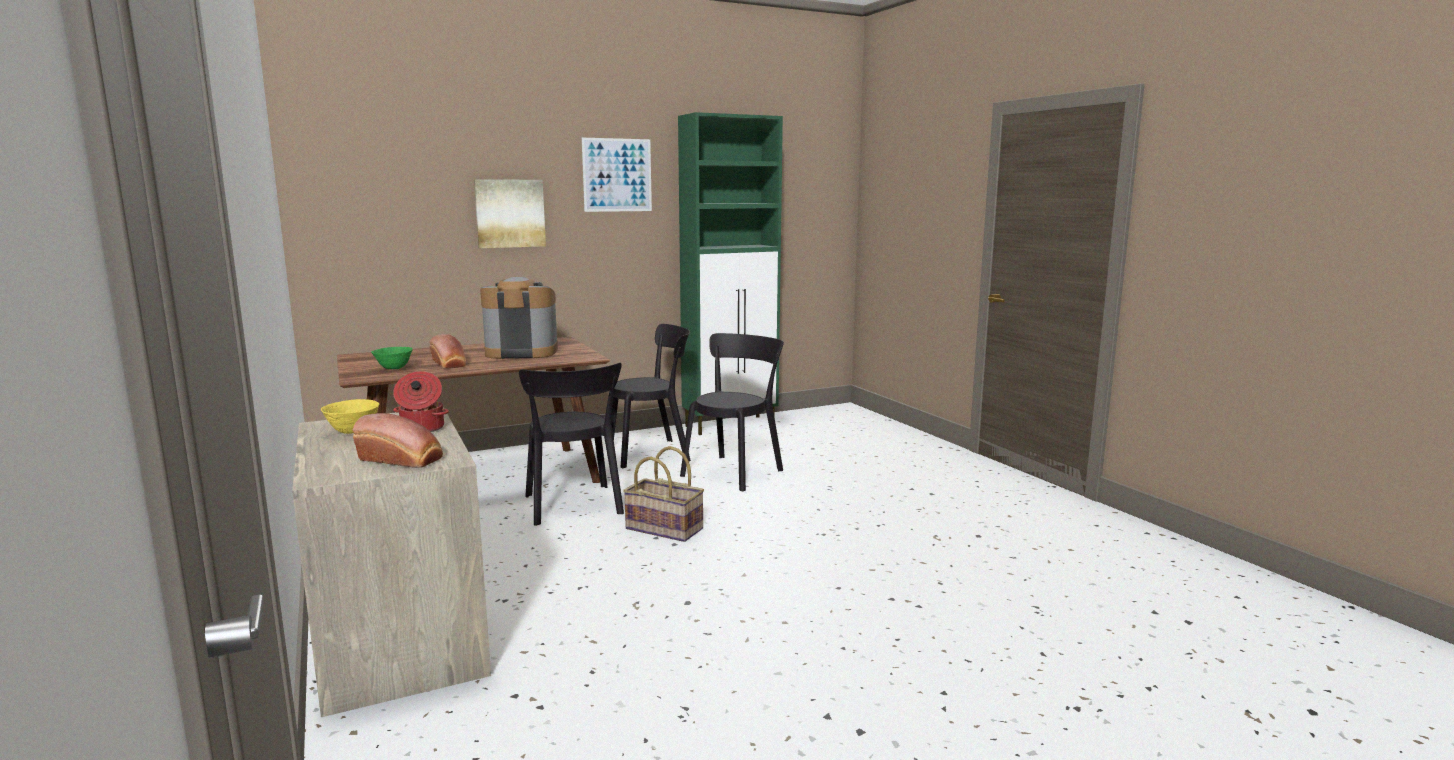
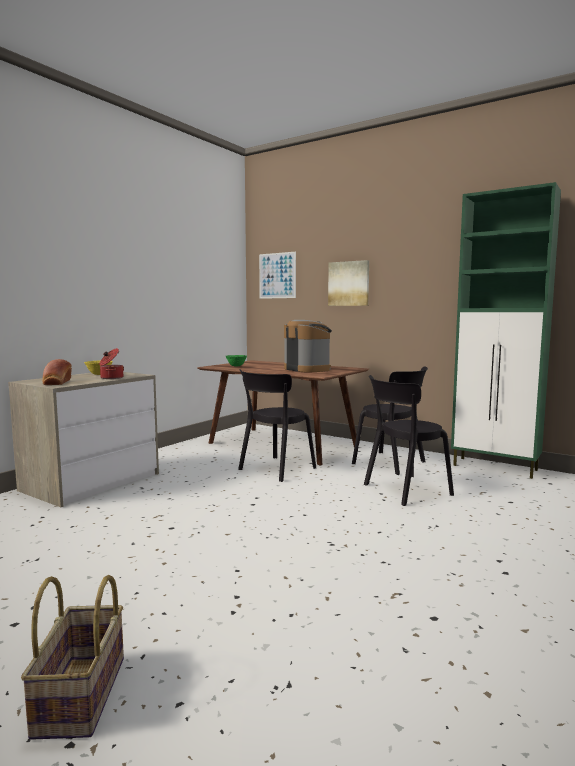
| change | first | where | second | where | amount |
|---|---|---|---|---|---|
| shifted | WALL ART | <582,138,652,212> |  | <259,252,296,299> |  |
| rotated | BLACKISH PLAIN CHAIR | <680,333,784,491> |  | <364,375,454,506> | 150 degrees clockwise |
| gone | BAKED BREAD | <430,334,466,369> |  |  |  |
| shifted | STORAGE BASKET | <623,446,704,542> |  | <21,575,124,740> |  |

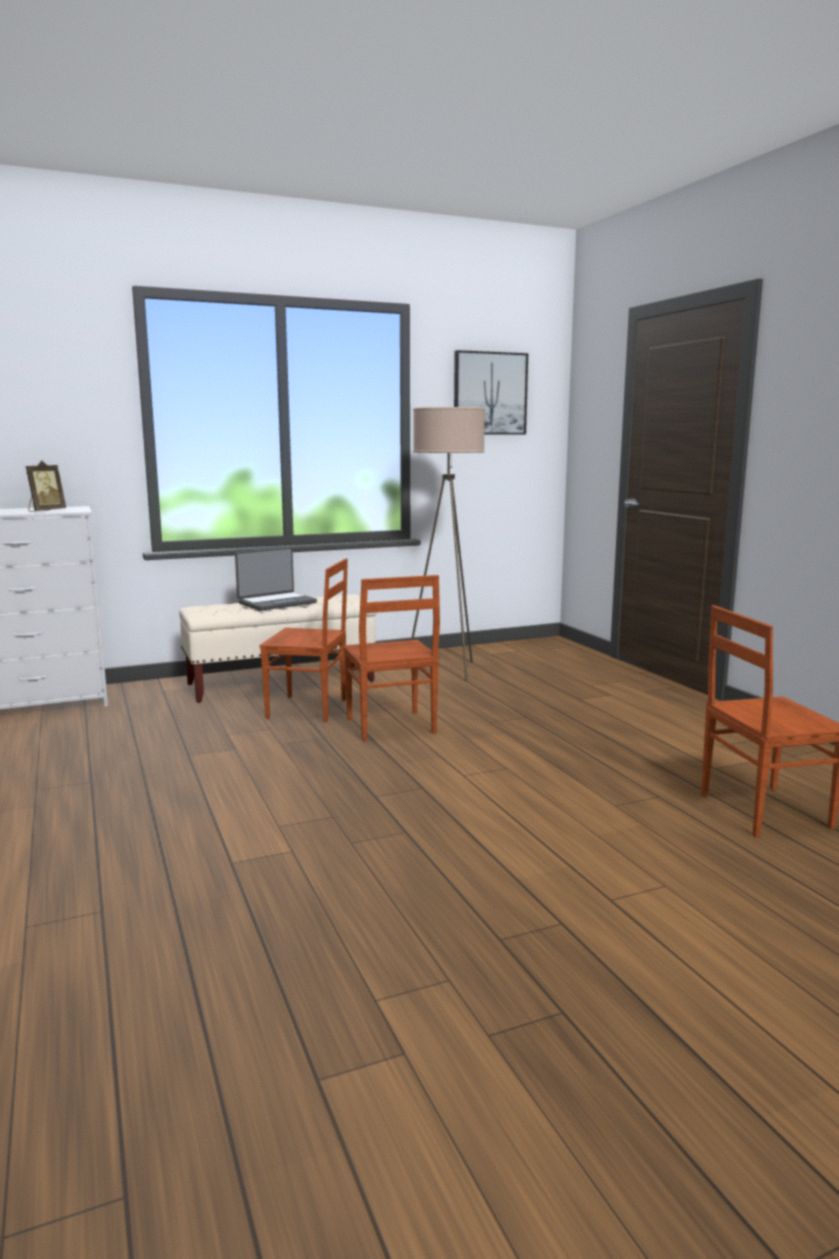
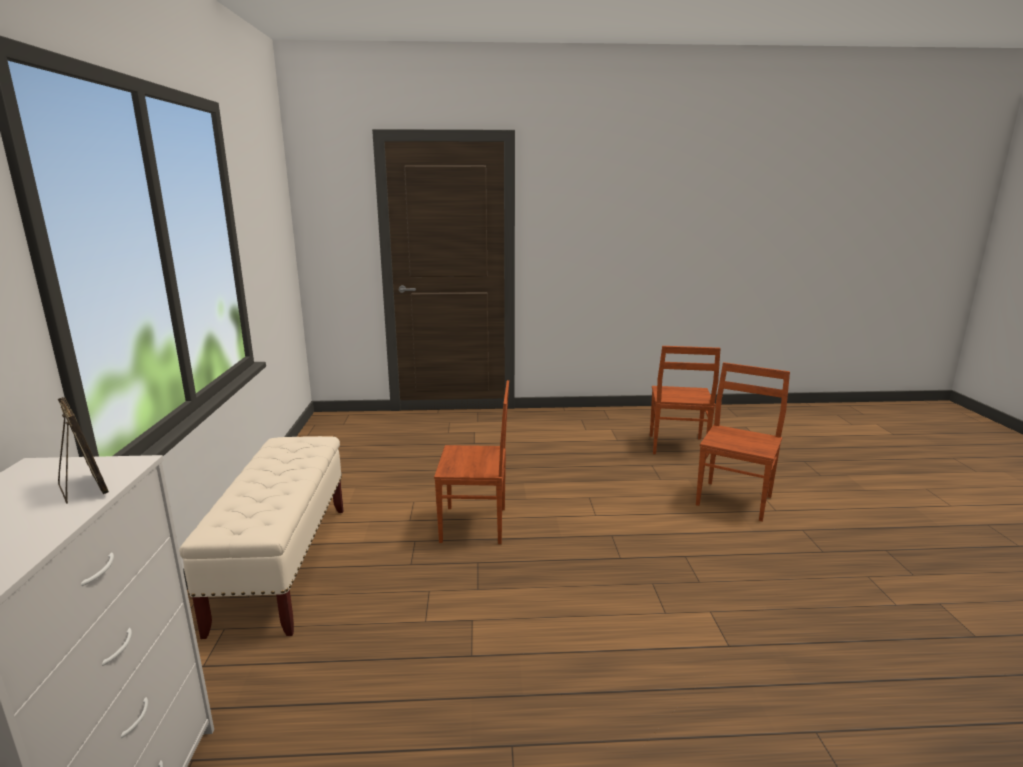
| change | first | where | second | where | amount |
|---|---|---|---|---|---|
| gone | WALL ART | <454,350,528,434> |  |  |  |
| gone | BEIGE-COLOURED STANDING LAMP | <411,407,485,681> |  |  |  |
| gone | PORTABLE COMPUTER | <235,547,317,611> |  |  |  |
| shifted | BROWNISH PLAIN CHAIR | <260,558,348,722> |  | <696,362,790,522> |  |

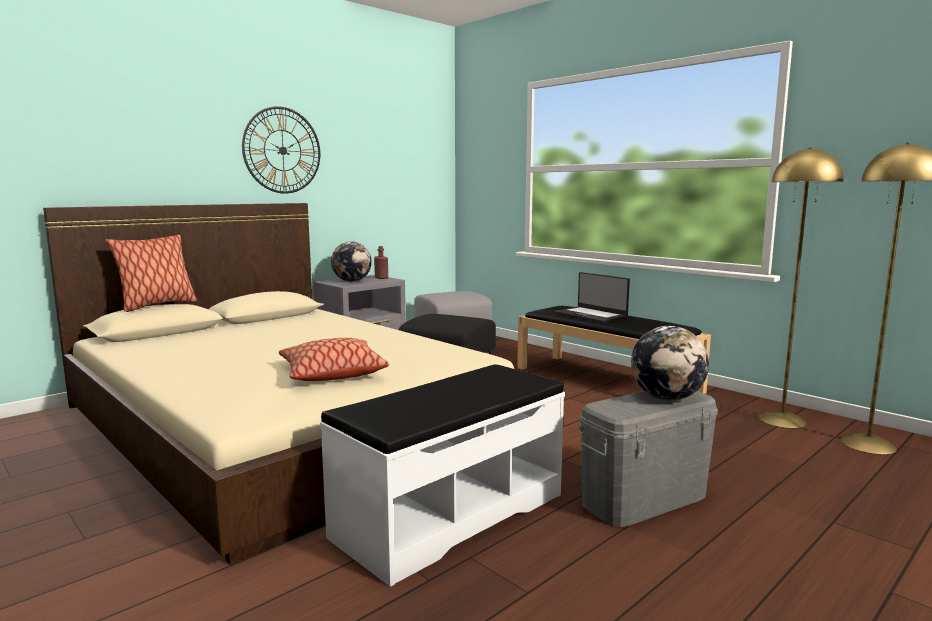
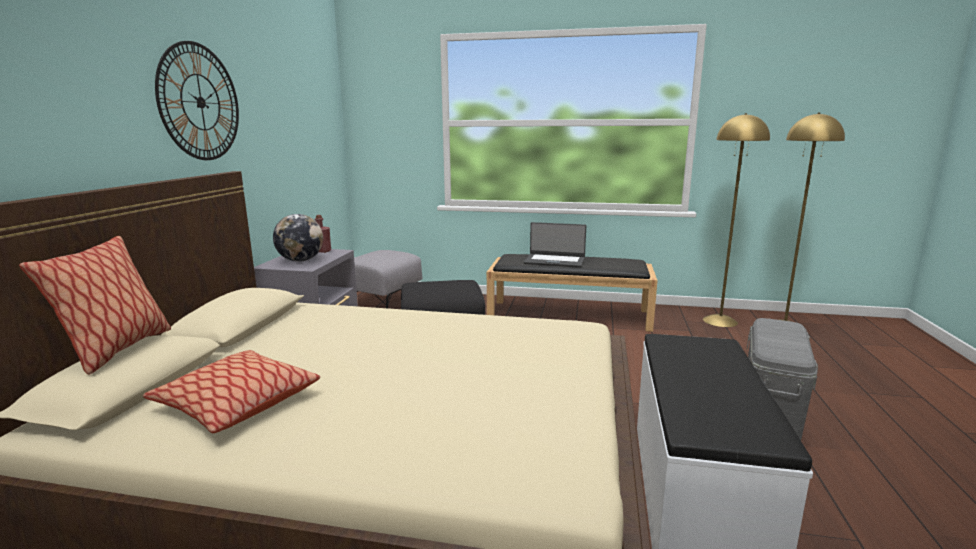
| change | first | where | second | where | amount |
|---|---|---|---|---|---|
| gone | GLOBE | <631,326,709,400> |  |  |  |
| shifted | PILLOW | <279,338,389,381> |  | <143,350,320,433> |  |

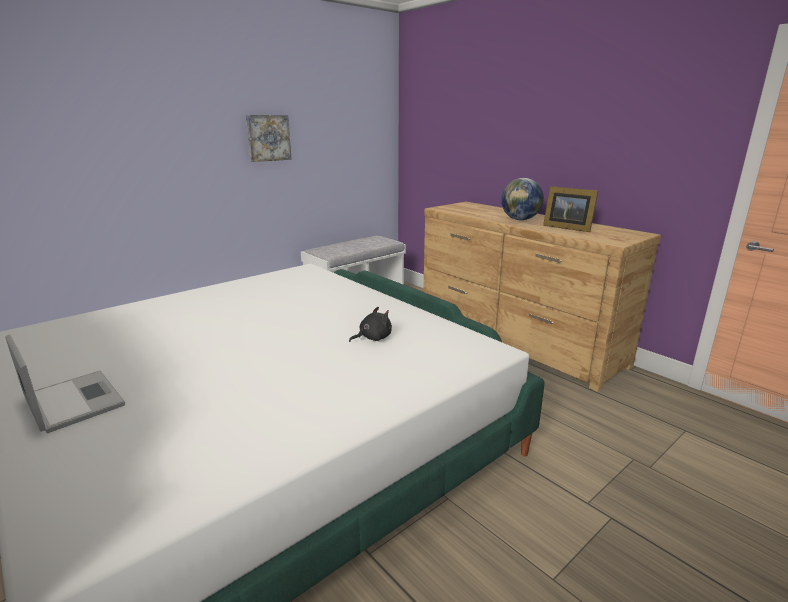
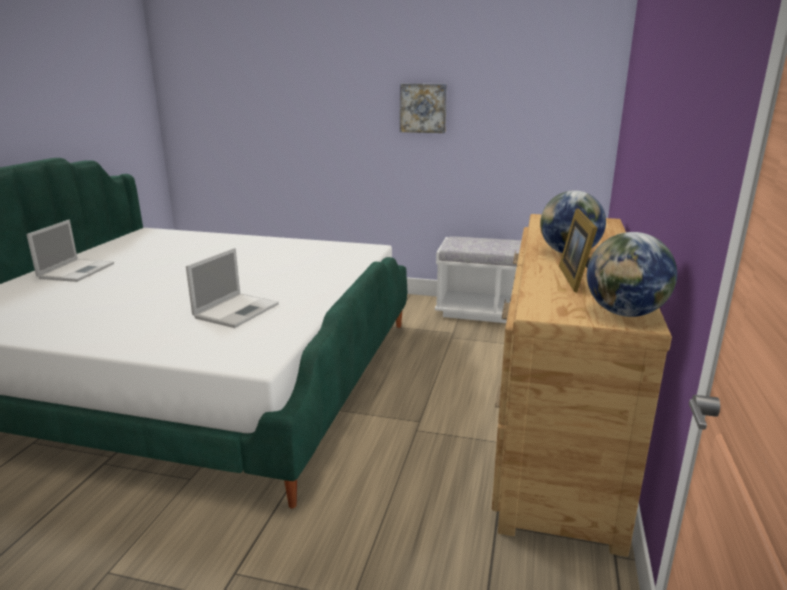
| change | first | where | second | where | amount |
|---|---|---|---|---|---|
| swapped | BLACKISH SOFT TOY | <349,307,392,342> | PORTABLE COMPUTER | <186,248,279,328> |  |
| new |  |  | GLOBE | <587,232,677,317> |  |

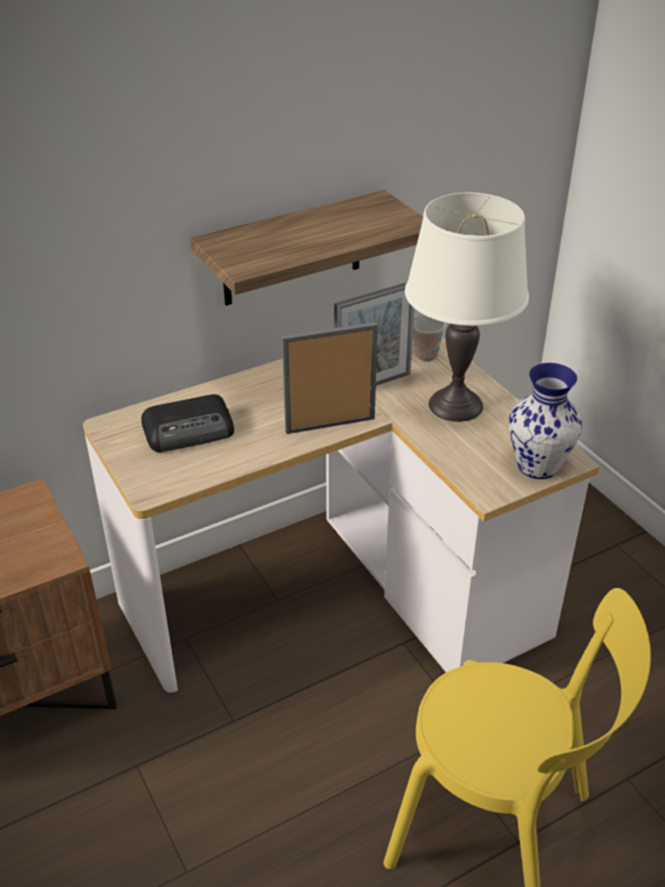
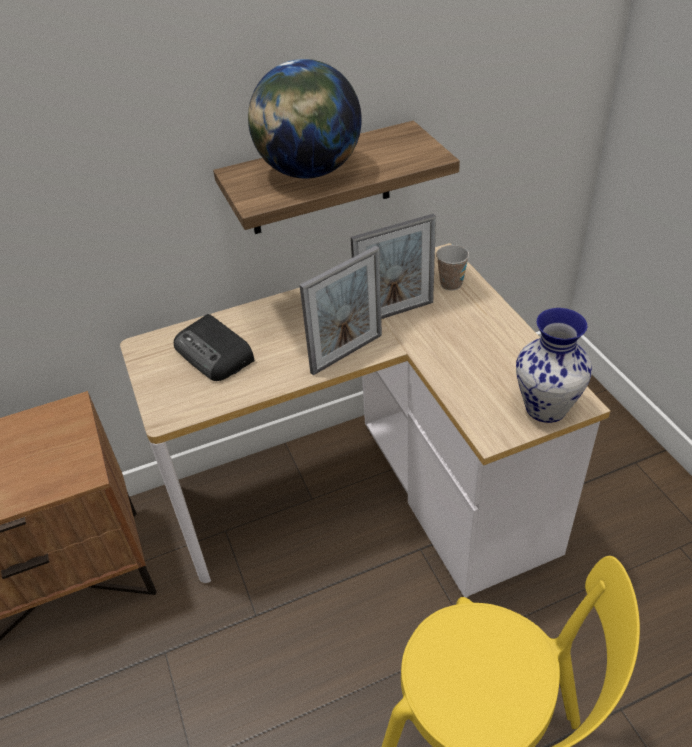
| change | first | where | second | where | amount |
|---|---|---|---|---|---|
| gone | WHITE TABLE LAMP | <405,193,529,422> |  |  |  |
| rotated | PICTURE FRAME | <282,322,378,434> |  | <300,246,382,375> | 150 degrees clockwise |
| rotated | RADIO RECEIVER | <141,394,234,452> |  | <174,314,255,381> | 60 degrees clockwise |
| new |  |  | GLOBE | <248,59,362,179> |  |

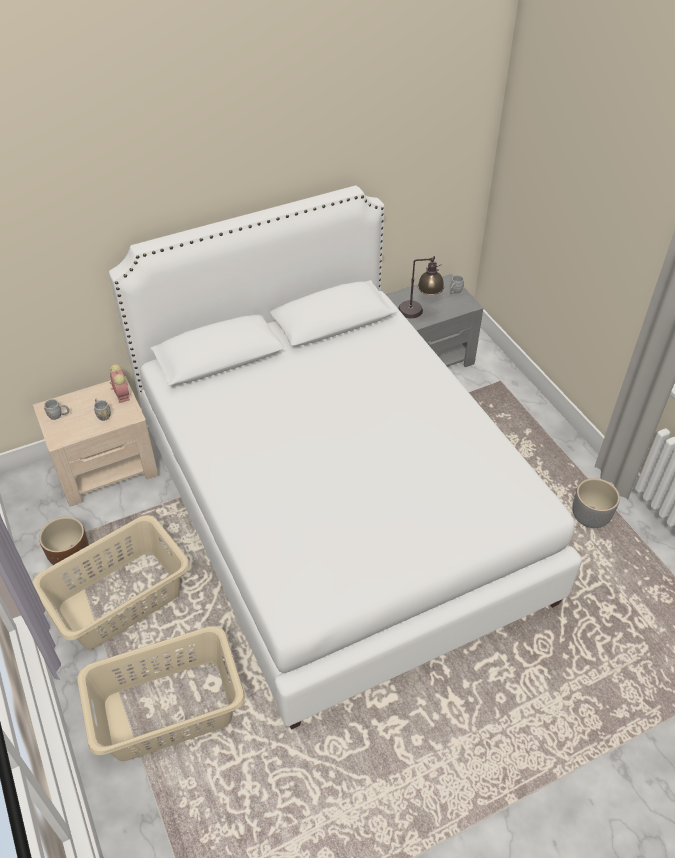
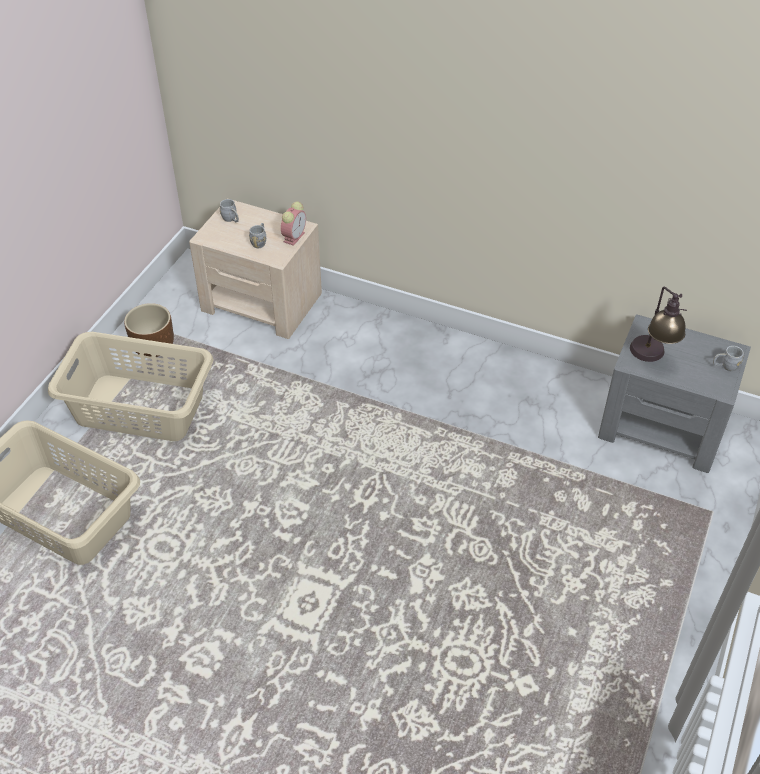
| change | first | where | second | where | amount |
|---|---|---|---|---|---|
| gone | WHITE SLEEPING BED | <109,185,582,730> |  |  |  |
| gone | GRAY PLANT POT | <572,478,620,528> |  |  |  |

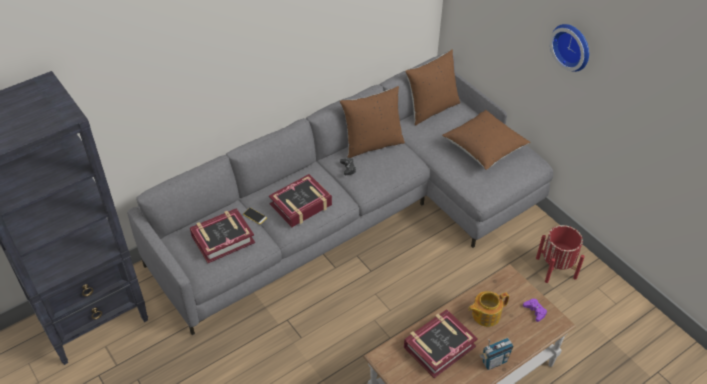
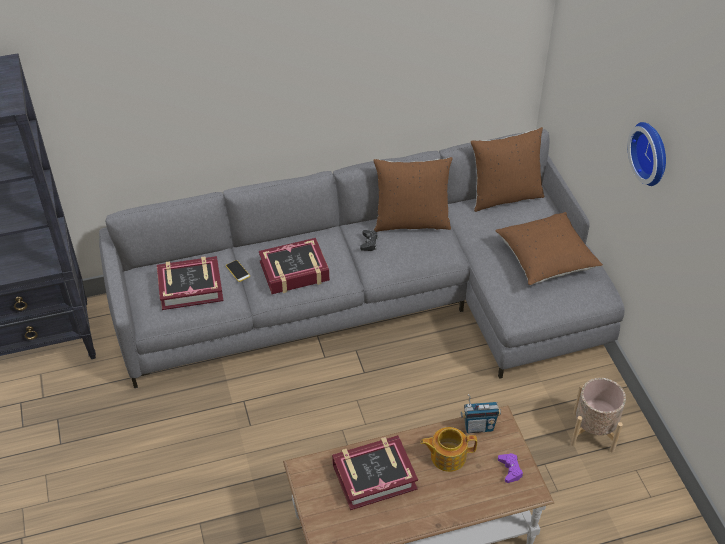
| change | first | where | second | where | amount |
|---|---|---|---|---|---|
| repainted | REDDISH PLANT POT | <536,225,585,283> | BEIGE-COLOURED PLANT POT | <571,378,626,453> |  |
| shifted | RADIO RECEIVER | <479,338,514,370> |  | <461,394,501,433> |  |

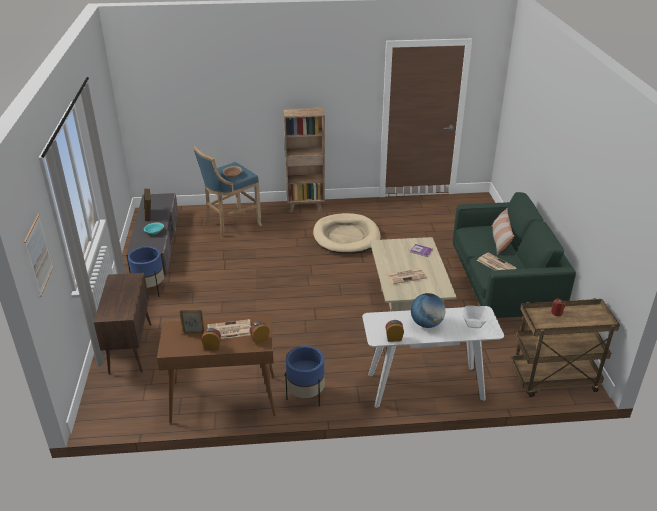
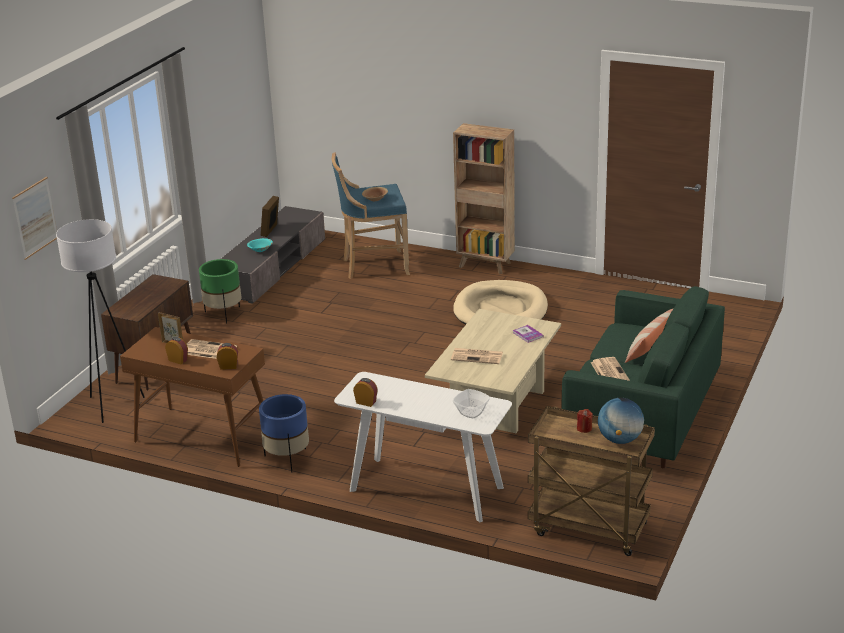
| change | first | where | second | where | amount |
|---|---|---|---|---|---|
| repainted | BLUE-COLOURED PLANT POT | <128,246,164,296> | GREENISH PLANT POT | <199,259,242,324> |  |
| shifted | GLOBE | <411,293,446,328> |  | <598,398,644,444> |  |
| new |  |  | WHITE STANDING LAMP | <56,219,145,423> |  |

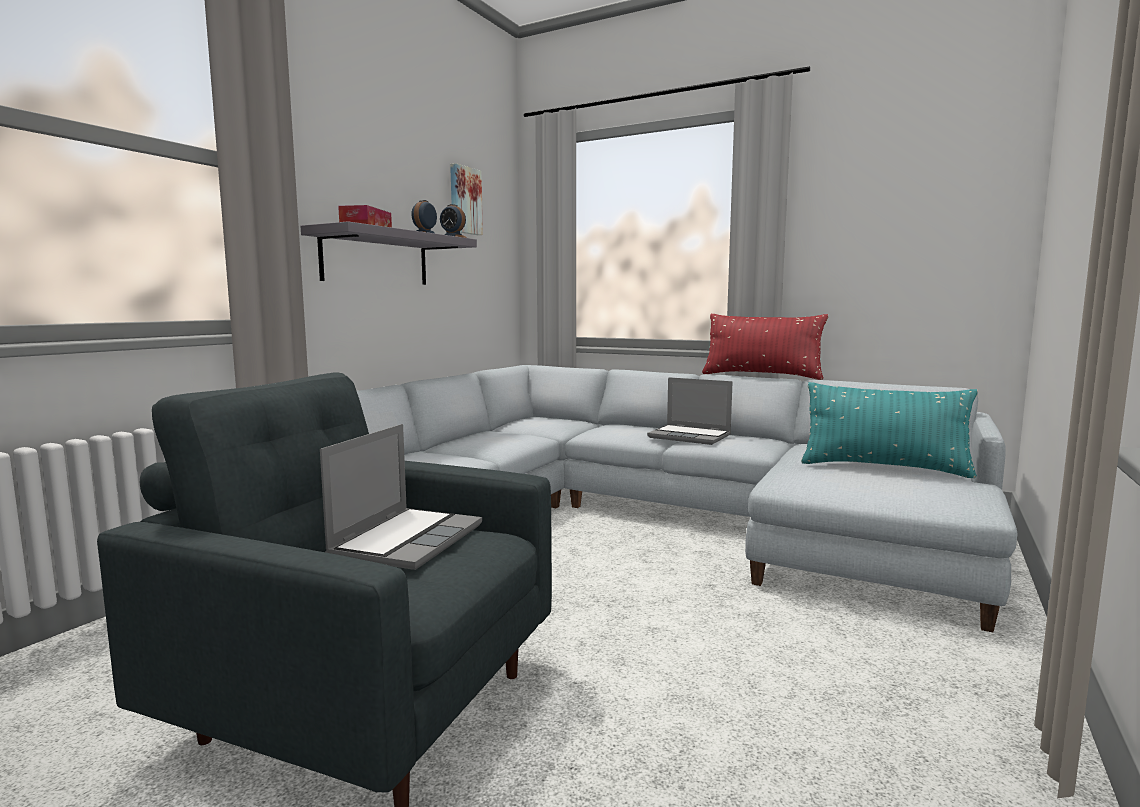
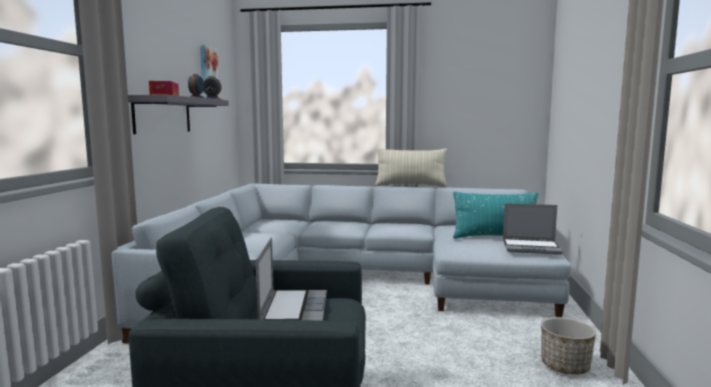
| change | first | where | second | where | amount |
|---|---|---|---|---|---|
| repainted | REDDISH PILLOW | <702,314,828,380> | BEIGE-COLOURED PILLOW | <375,148,447,187> |  |
| shifted | PORTABLE COMPUTER | <647,377,733,445> |  | <503,203,563,255> |  |
| new |  |  | PLANT POT | <541,317,596,375> |  |

